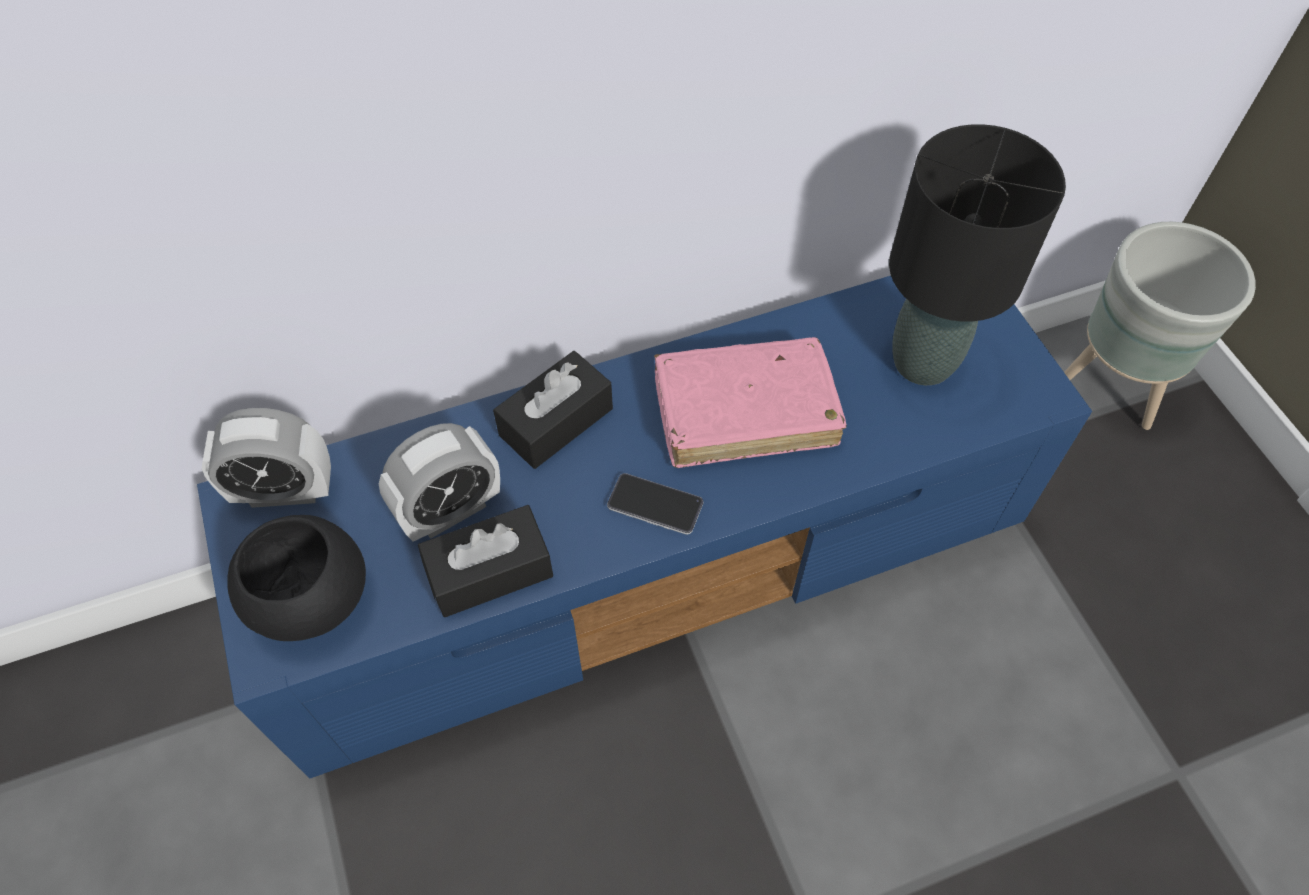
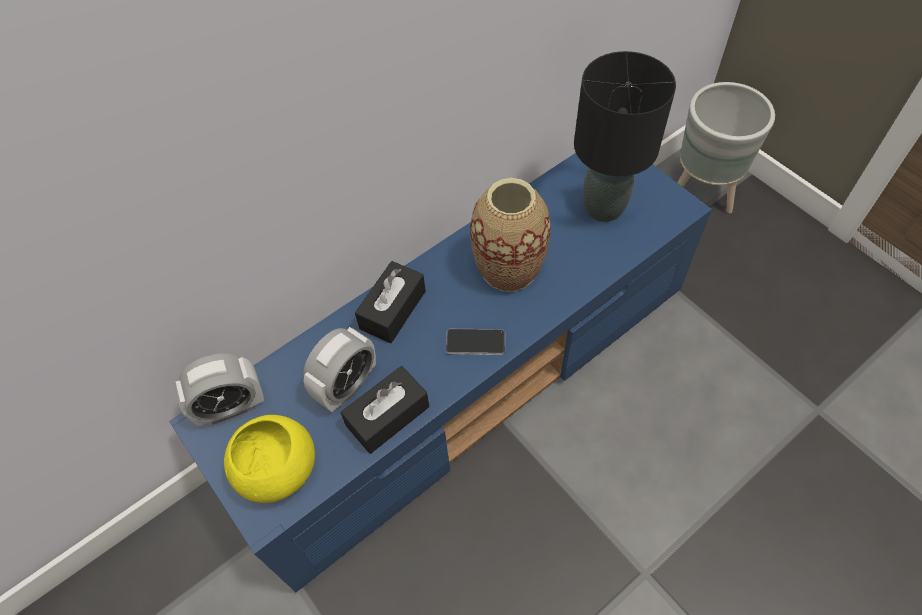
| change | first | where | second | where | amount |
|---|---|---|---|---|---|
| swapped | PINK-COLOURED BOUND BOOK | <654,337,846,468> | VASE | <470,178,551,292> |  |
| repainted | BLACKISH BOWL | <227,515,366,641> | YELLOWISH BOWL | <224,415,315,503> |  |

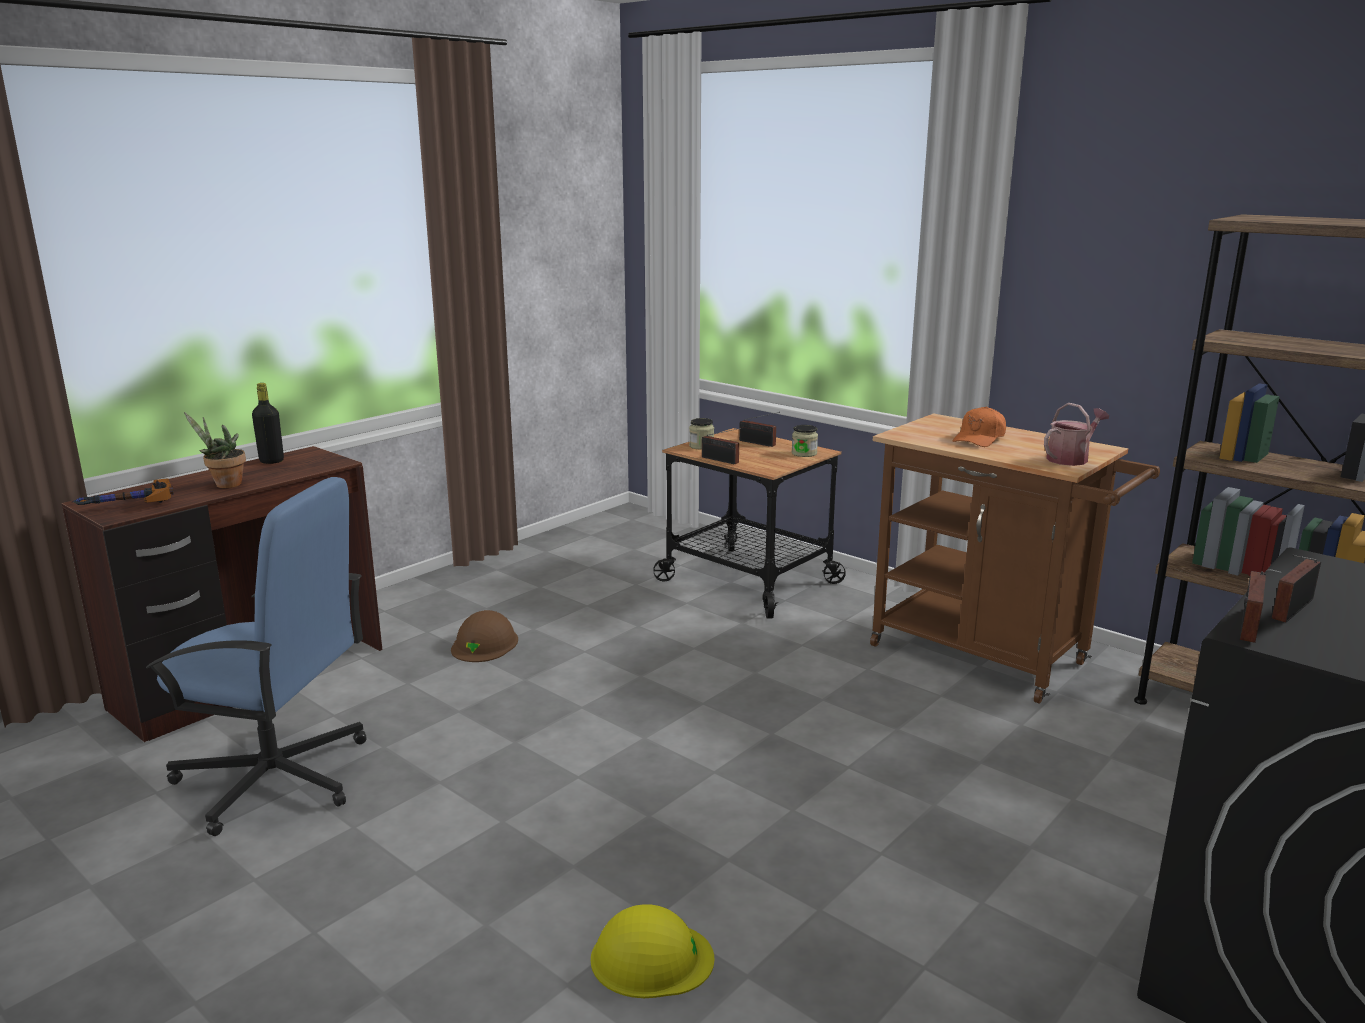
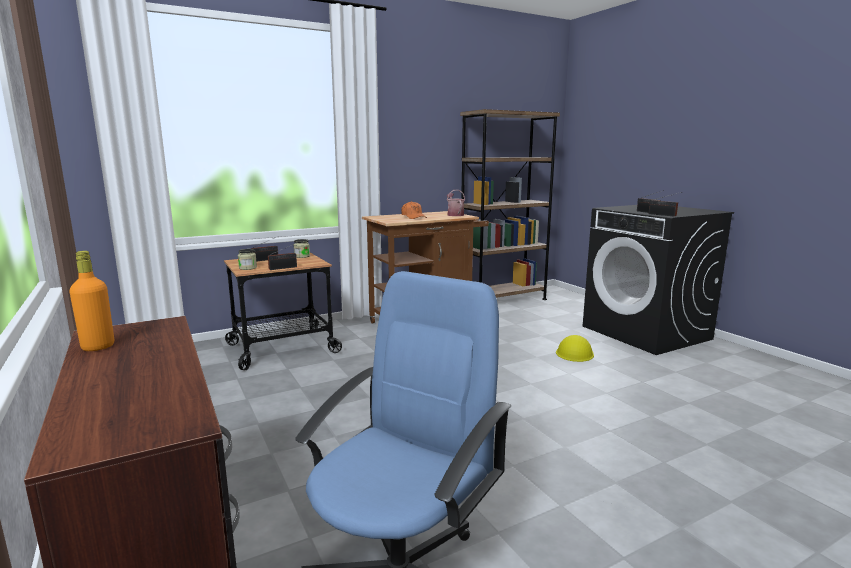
| change | first | where | second | where | amount |
|---|---|---|---|---|---|
| repainted | BLACKISH BOTTLE | <252,383,284,464> | ORANGE BOTTLE | <69,251,114,351> |  |
| gone | POTTED PLANT | <184,412,246,488> |  |  |  |
| gone | HAMMER | <74,478,174,505> |  |  |  |
| gone | BROWNISH SAFETY HELMET | <451,610,518,662> |  |  |  |
| shifted | YELLOWISH SAFETY HELMET | <591,904,714,998> |  | <556,335,594,362> |  |

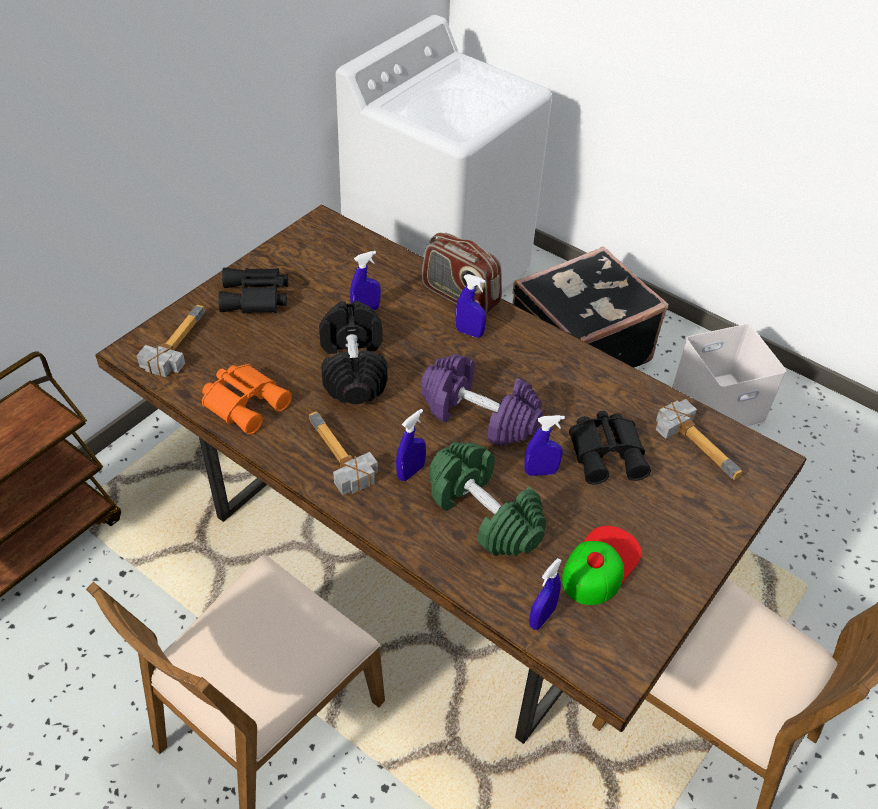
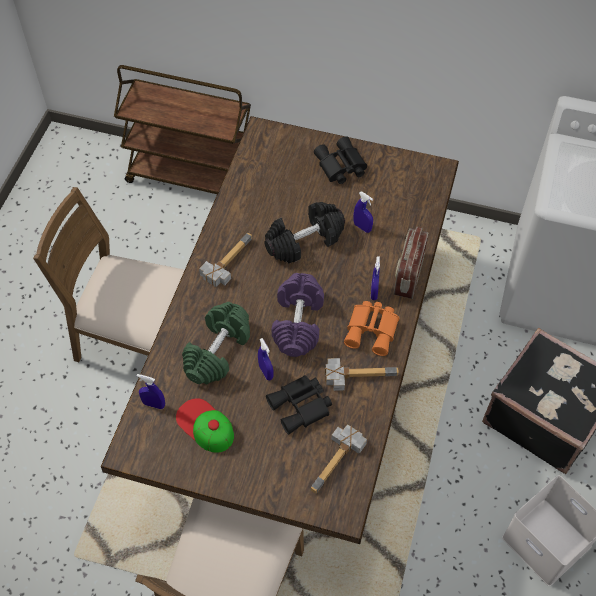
| change | first | where | second | where | amount |
|---|---|---|---|---|---|
| shifted | HAMMER | <137,305,205,377> |  | <325,358,399,391> |  |
| shifted | ORANGE BINOCULARS | <202,364,292,435> |  | <344,301,399,356> |  |
| gone | BLUE-COLOURED HAND SPRAYER | <396,409,426,481> |  |  |  |
| rotated | BASEBALL CAP | <562,526,642,605> |  | <176,399,234,453> | 150 degrees counterclockwise |

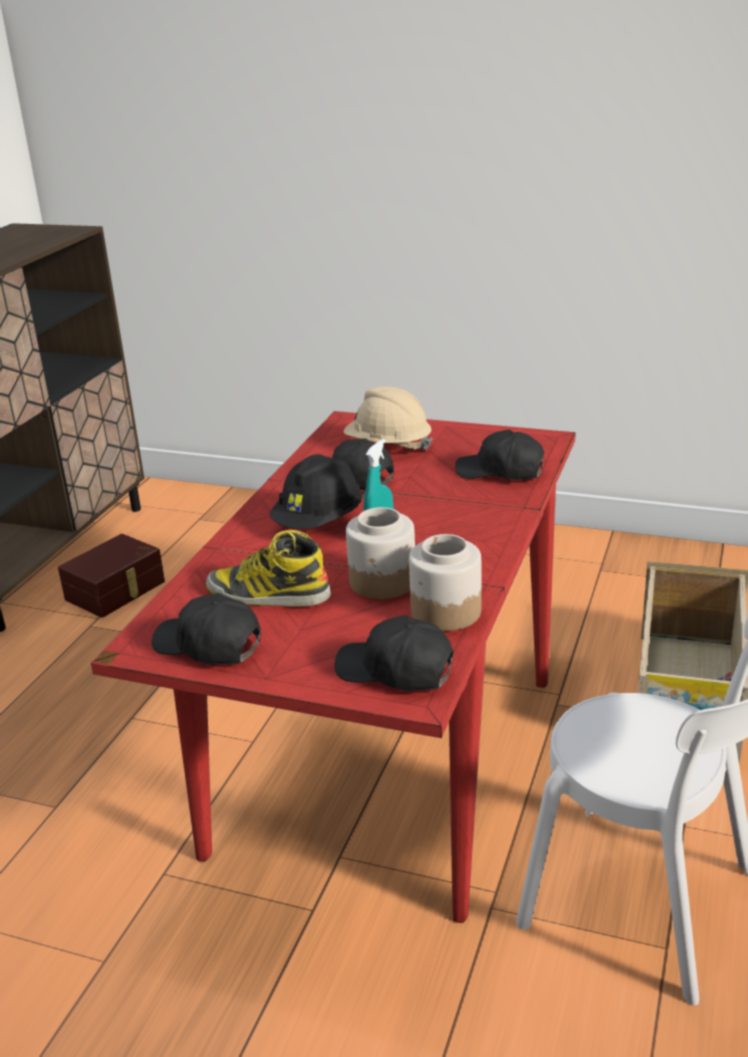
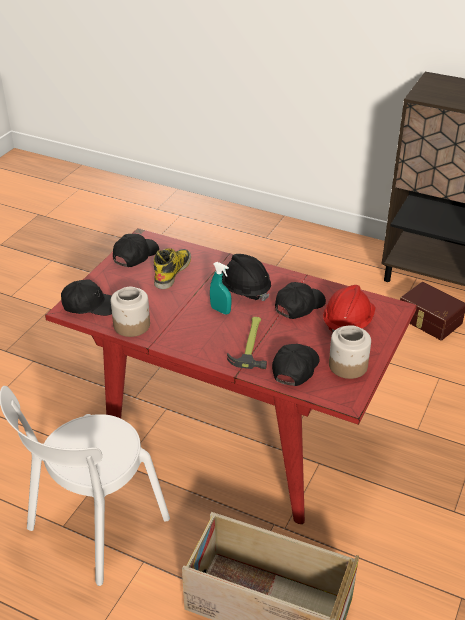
| change | first | where | second | where | amount |
|---|---|---|---|---|---|
| repainted | BEIGE-COLOURED SAFETY HELMET | <344,386,433,451> | REDDISH SAFETY HELMET | <323,285,375,332> |  |
| shifted | STORAGE JAR | <346,507,415,599> |  | <329,325,371,379> |  |
| rotated | BLACKISH BASEBALL CAP | <334,615,454,691> |  | <61,279,112,316> | 60 degrees clockwise |
| new |  |  | HAMMER | <227,317,267,369> |  |

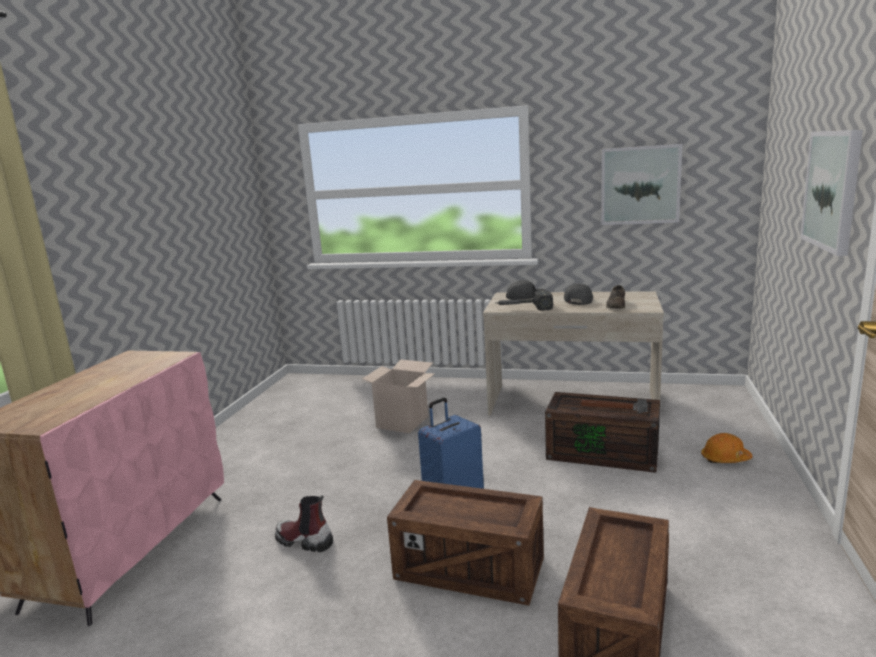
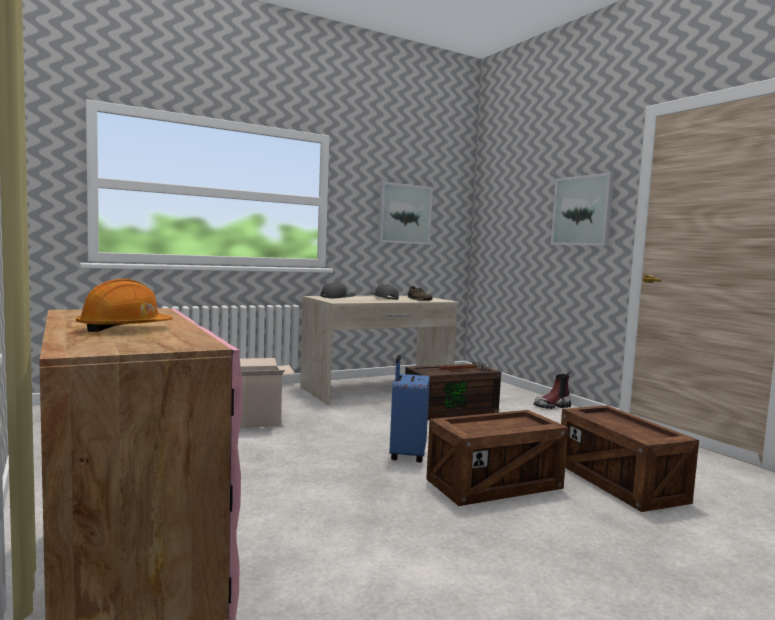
| change | first | where | second | where | amount |
|---|---|---|---|---|---|
| gone | HAMMER | <496,290,553,310> |  |  |  |
| shifted | ORANGE SAFETY HELMET | <701,433,752,463> |  | <76,279,173,332> |  |
| shifted | HIGH-TOP BOOT | <275,495,333,552> |  | <534,371,571,409> |  |

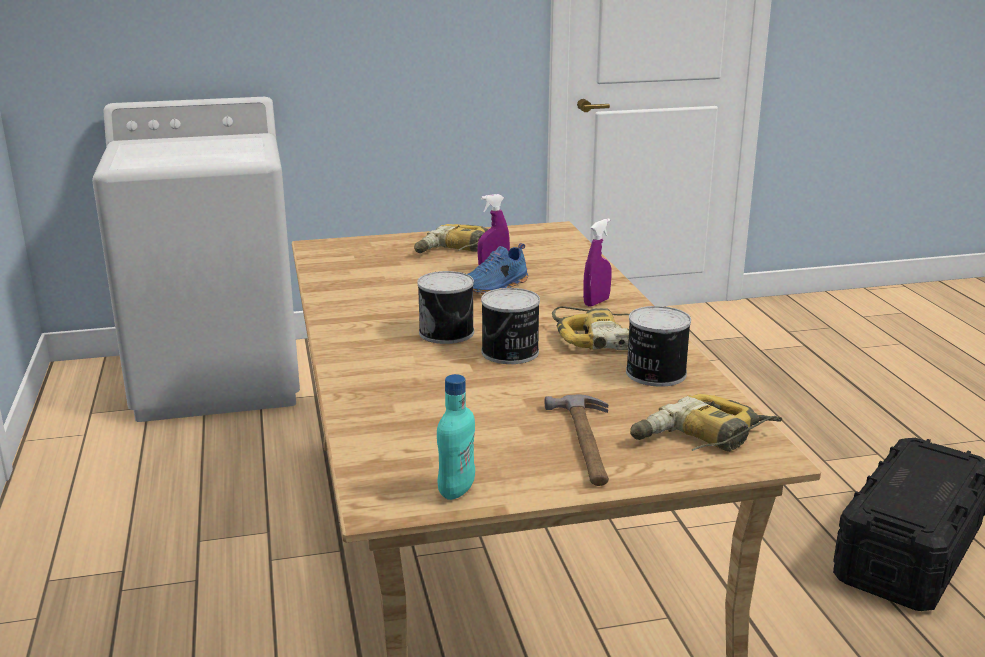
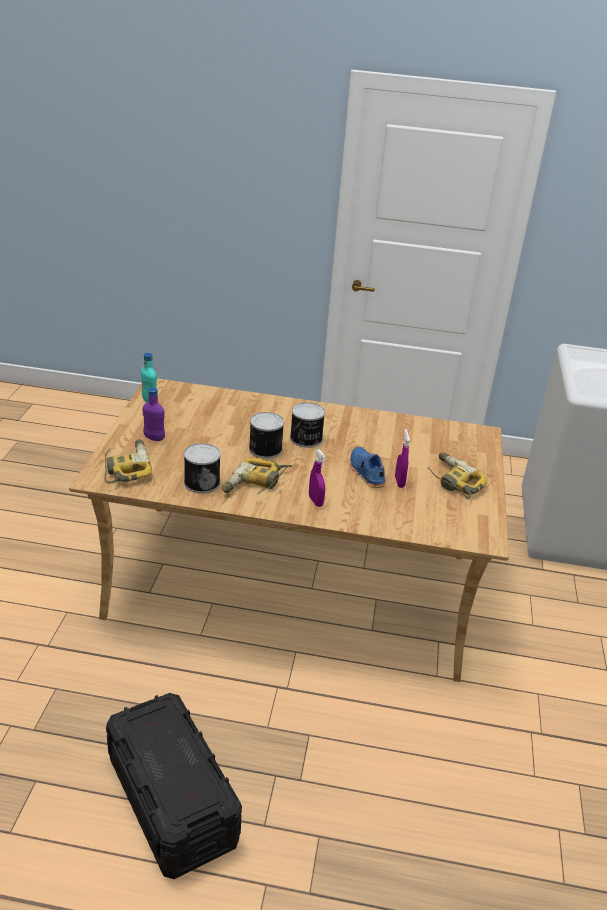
| change | first | where | second | where | amount |
|---|---|---|---|---|---|
| swapped | HAMMER | <545,395,609,486> | PURPLE-COLOURED BOTTLE | <143,387,165,441> |  |

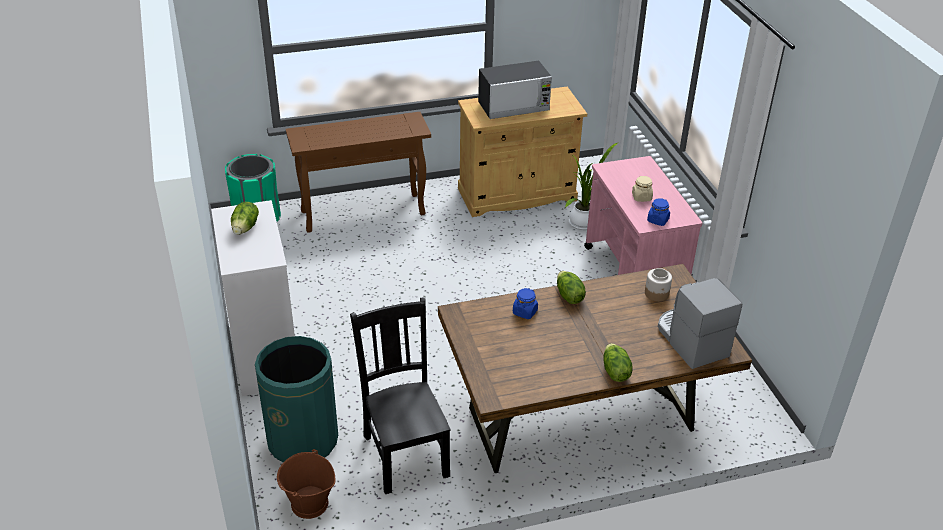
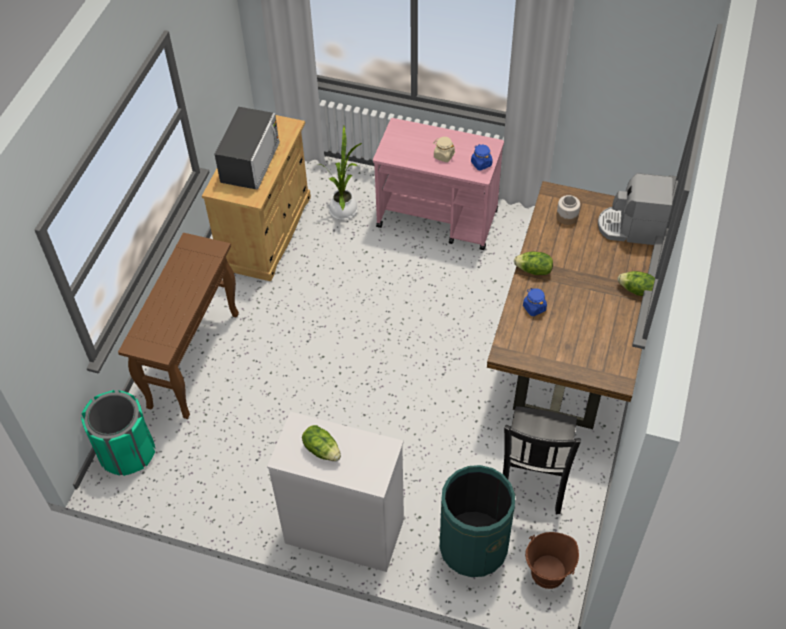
| change | first | where | second | where | amount |
|---|---|---|---|---|---|
| rotated | BLACKISH PLAIN CHAIR | <350,297,451,494> |  | <503,406,581,514> | 90 degrees counterclockwise |

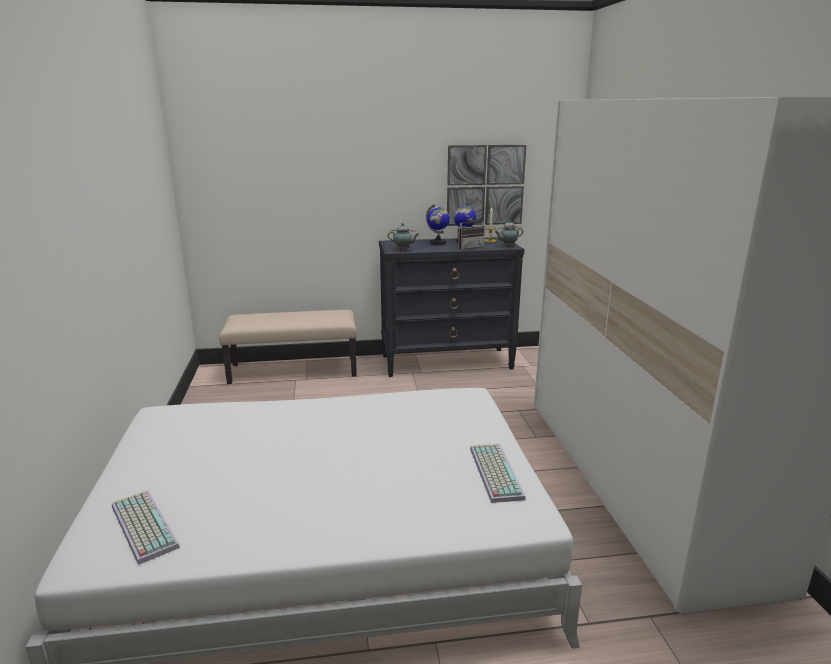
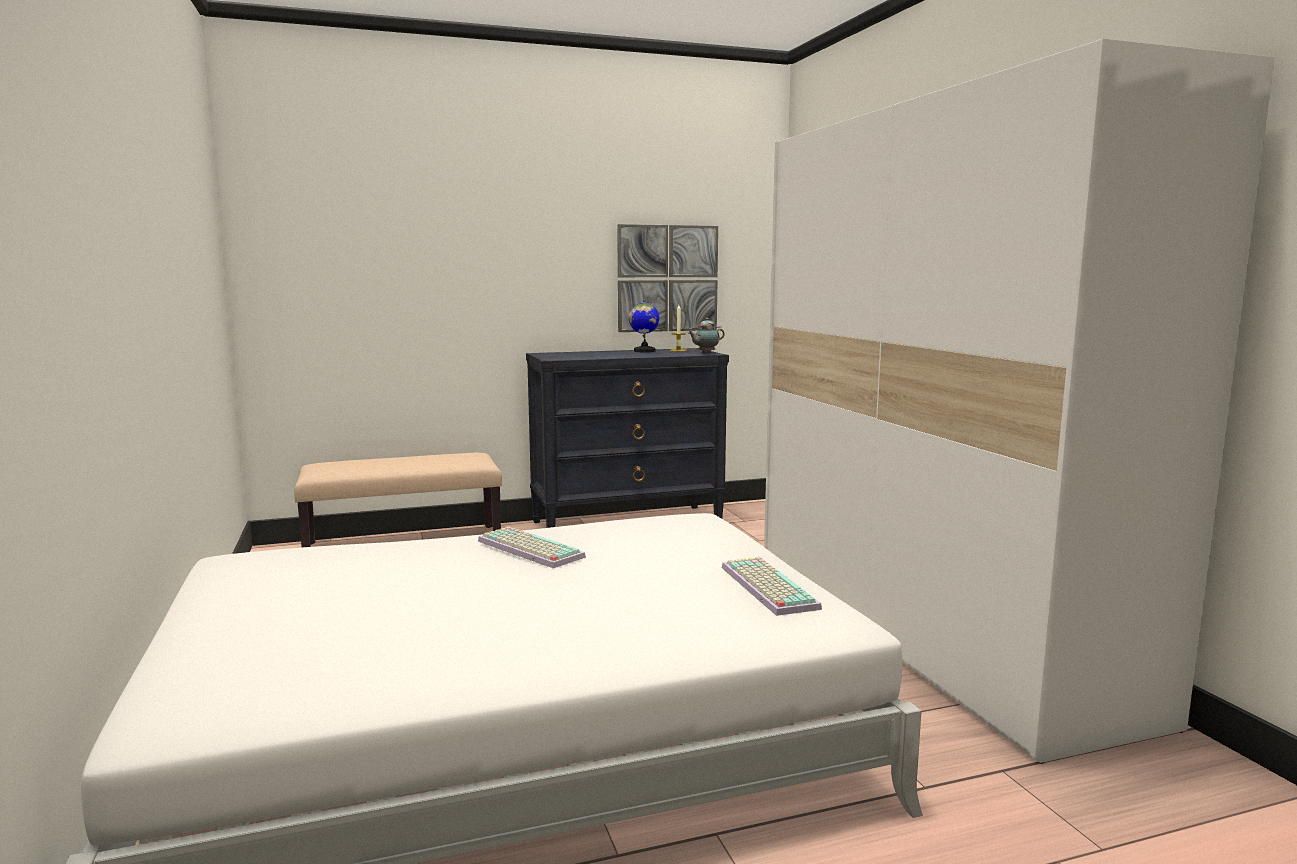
| change | first | where | second | where | amount |
|---|---|---|---|---|---|
| gone | GLOBE | <426,204,450,245> |  |  |  |
| gone | RADIO RECEIVER | <457,215,485,250> |  |  |  |
| gone | TEA POT | <388,223,419,250> |  |  |  |
| shifted | KEYBOARD | <112,490,180,565> |  | <478,527,586,568> |  |

